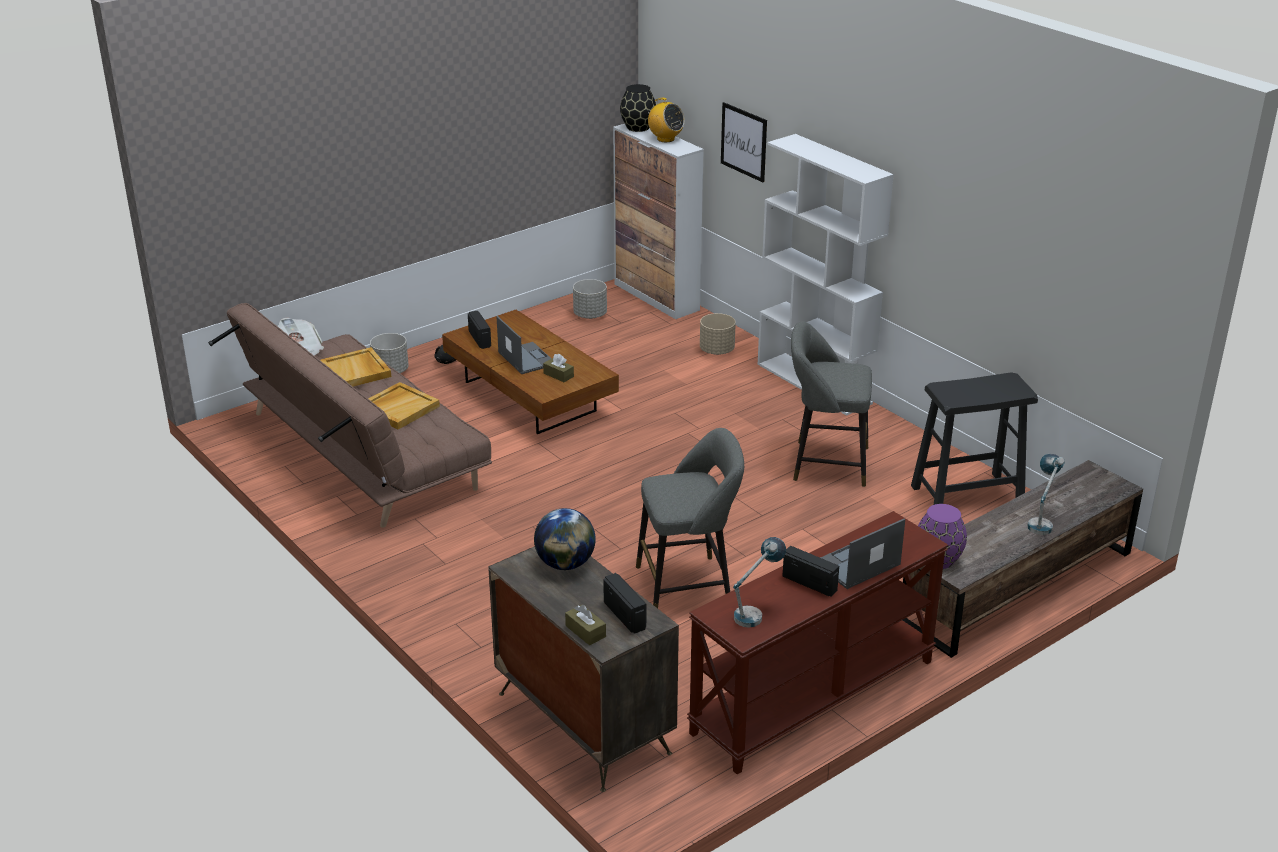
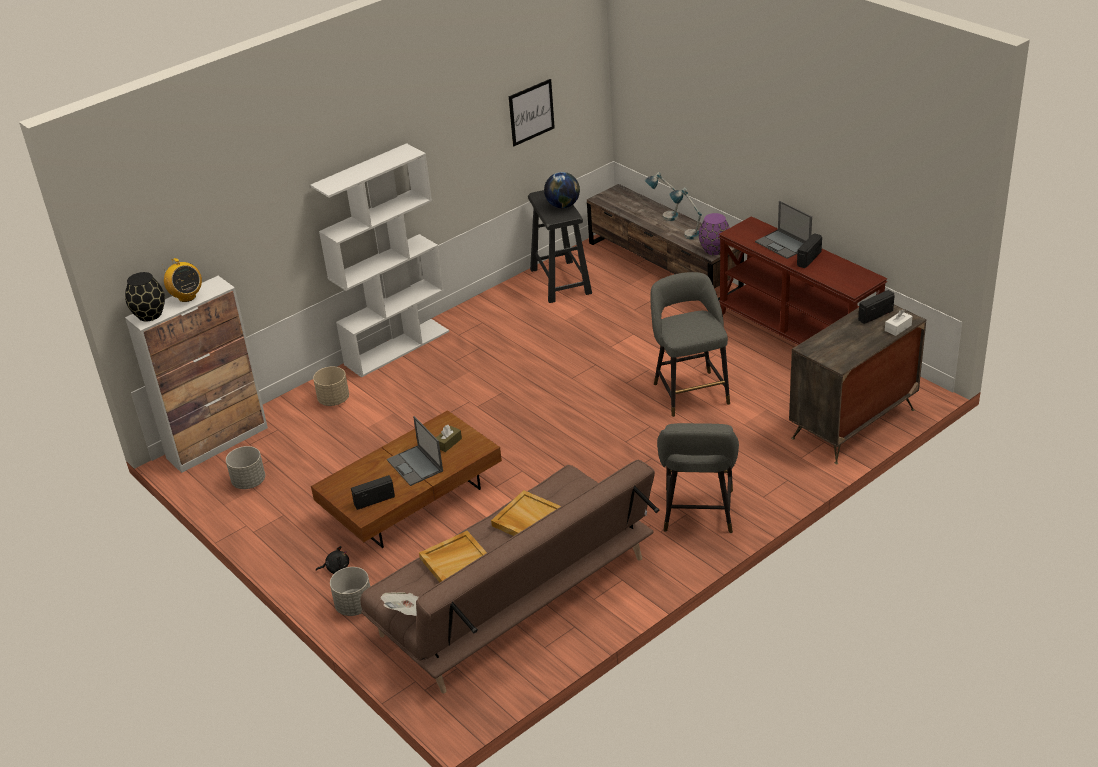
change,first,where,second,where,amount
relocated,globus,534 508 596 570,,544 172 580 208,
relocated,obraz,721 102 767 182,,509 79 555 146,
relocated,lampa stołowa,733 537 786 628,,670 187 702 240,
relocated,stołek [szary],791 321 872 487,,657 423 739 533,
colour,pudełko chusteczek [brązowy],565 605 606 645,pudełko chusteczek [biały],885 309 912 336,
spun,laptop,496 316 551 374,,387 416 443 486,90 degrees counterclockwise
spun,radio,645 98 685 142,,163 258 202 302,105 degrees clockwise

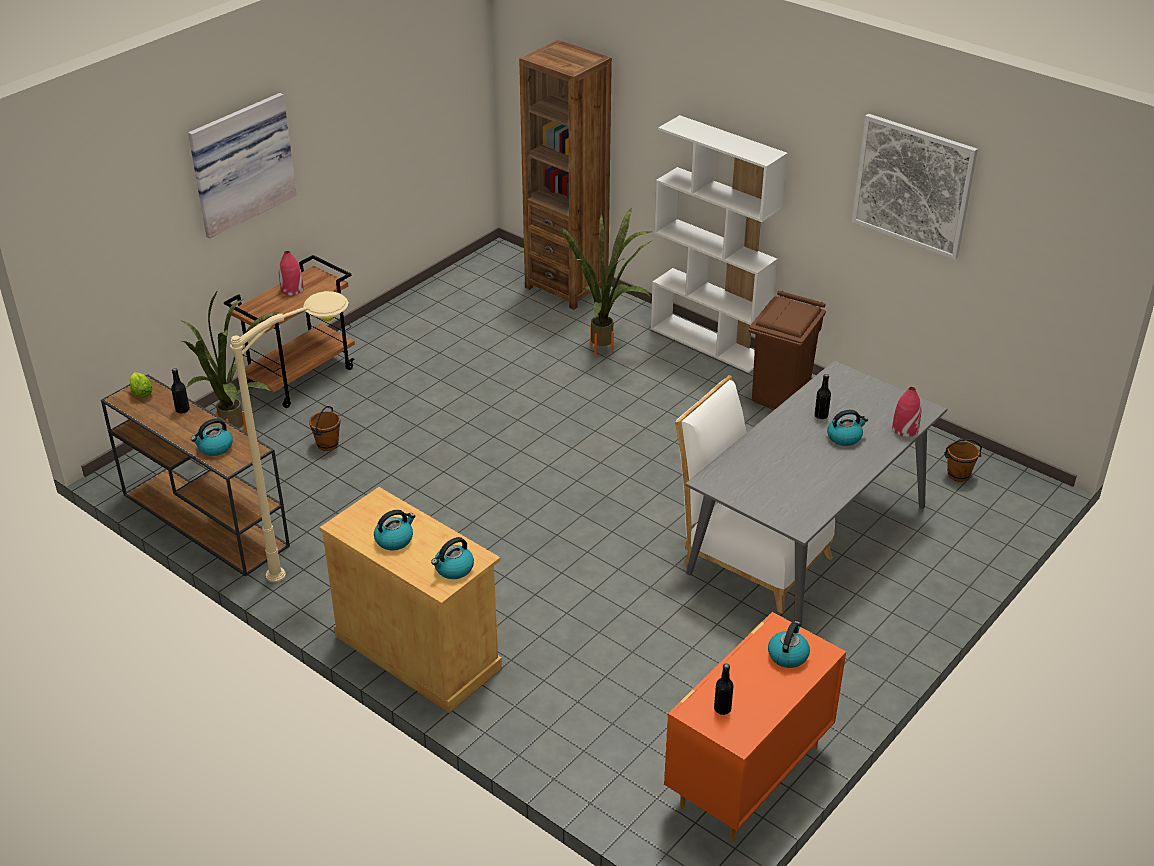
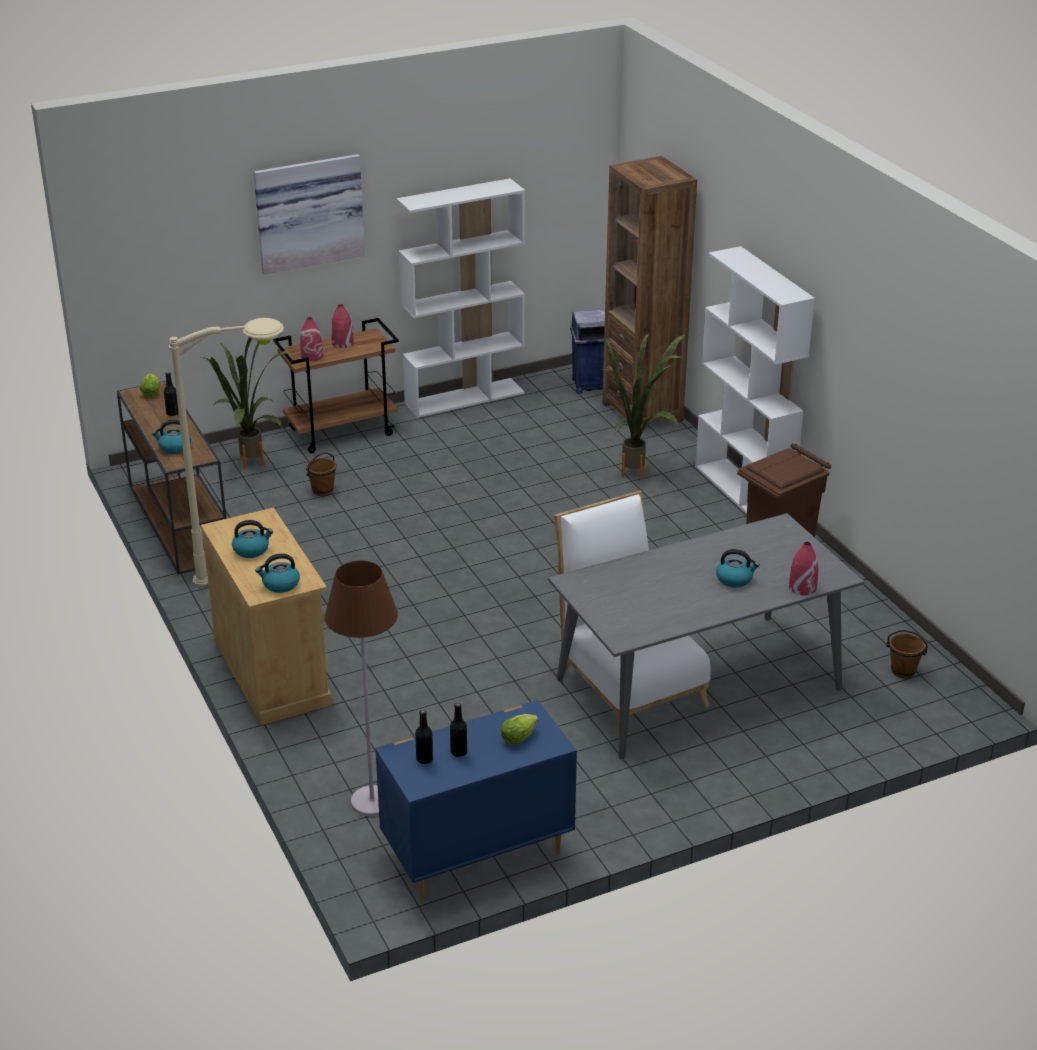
change,first,where,second,where,amount
missing,obraz,852 114 978 260,,,
appeared,,,wazon [czerwony],300 317 323 362,
appeared,,,lampa stojąca [brązowy],325 560 398 817,
appeared,,,regał [biały],396 178 525 418,
appeared,,,kosz na śmieci [niebieski],570 310 605 394,
relocated,butelka [czarny],814 374 831 419,,450 703 467 757,
exchanged,czajnik,768 621 810 668,sałata,500 714 538 744,
colour,komoda [pomarańczowy],664 612 846 841,komoda [niebieski],375 700 577 900,

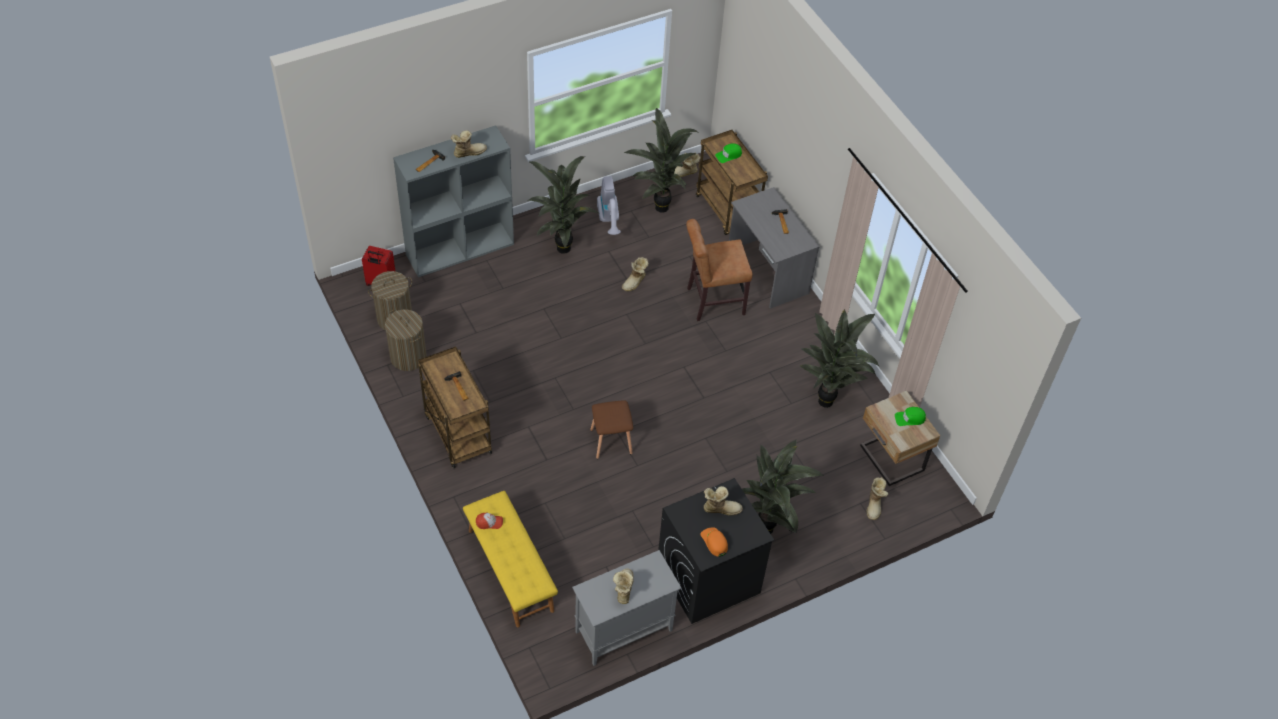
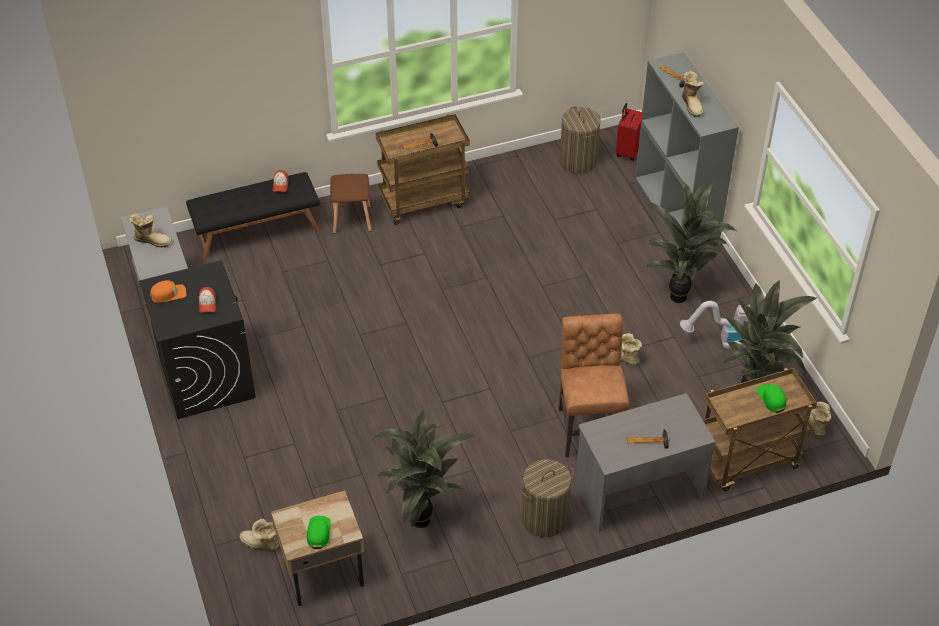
change,first,where,second,where,amount
missing,roślina doniczkowa,742 439 824 534,,,
relocated,kosz na pranie,385 309 427 371,,521 459 574 537,
relocated,stołek [brązowy],590 400 633 459,,330 174 371 234,
exchanged,but z cholewką,704 486 743 516,czapka z daszkiem,199 287 216 313,
colour,ławka [żółty],463 491 558 628,ławka [czarny],186 172 320 260,

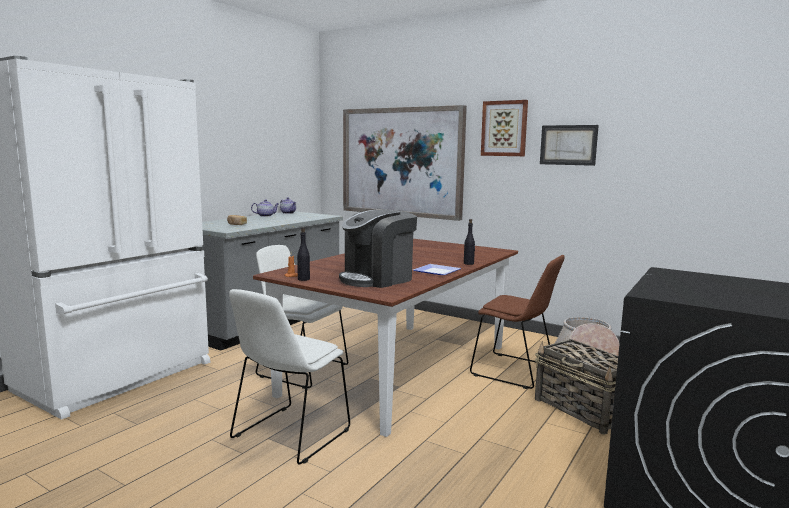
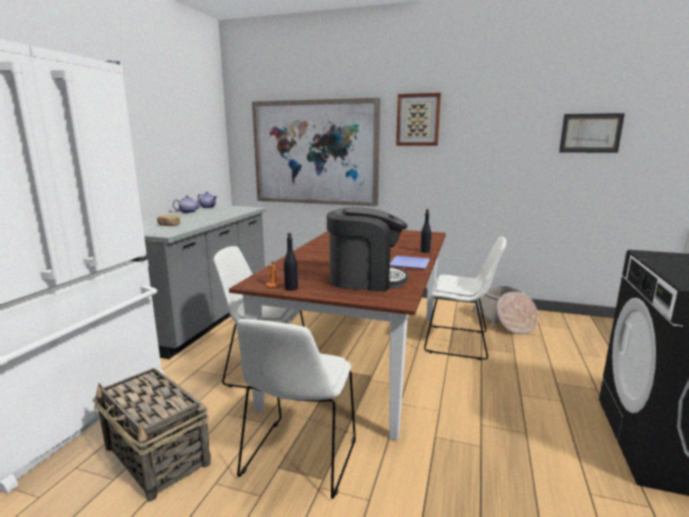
change,first,where,second,where,amount
relocated,koszyk,535 339 618 434,,92 368 211 502,
relocated,obraz,540 125 599 166,,559 113 625 153,
colour,krzesło [brązowy],470 255 565 389,krzesło [biały],424 237 506 360,
spun,ekspres do kawy,339 209 417 288,,327 207 408 291,120 degrees counterclockwise

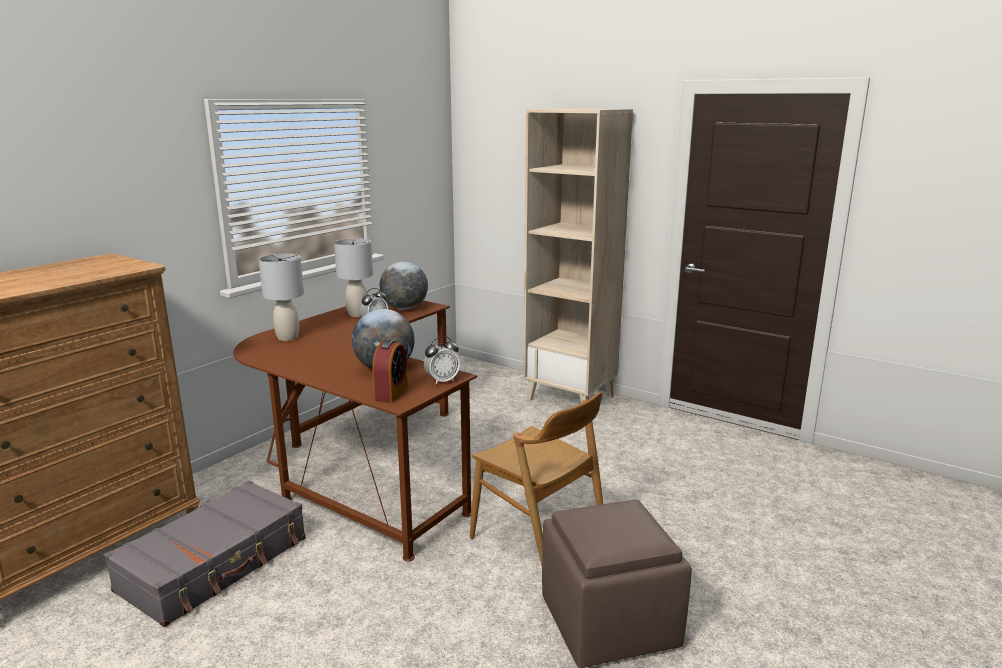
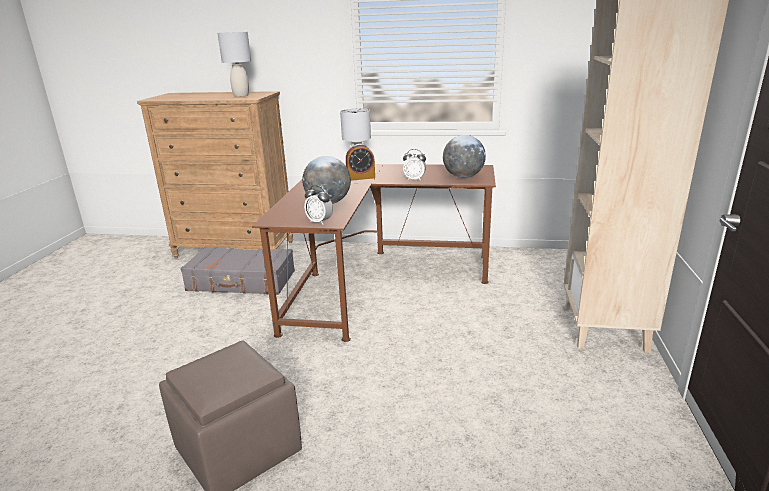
change,first,where,second,where,amount
missing,krzesło [brązowy],470 392 603 566,,,
relocated,lampa stołowa [szary],334 238 373 317,,218 32 251 97,
relocated,budzik,372 340 408 403,,346 144 375 181,

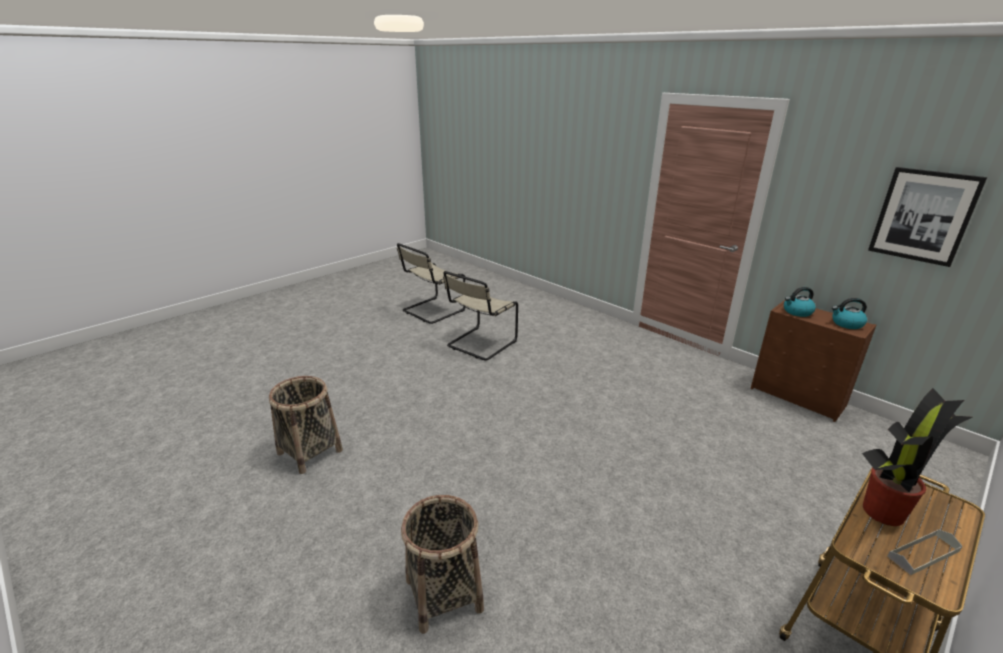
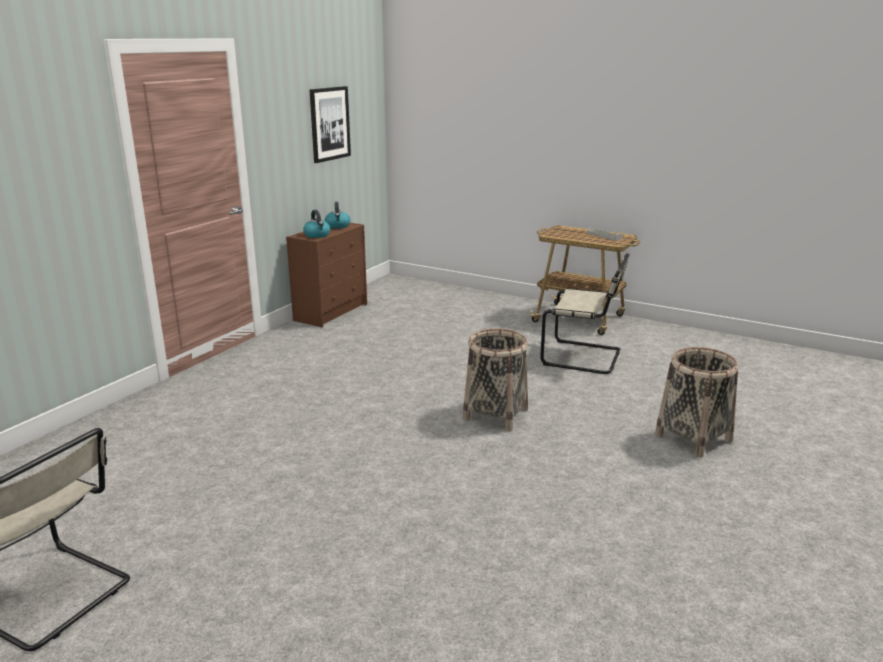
change,first,where,second,where,amount
missing,roślina doniczkowa,862 388 973 526,,,
relocated,koszyk,269 376 343 474,,463 329 528 431,
relocated,krzesło [beżowy],443 271 518 360,,540 253 629 374,

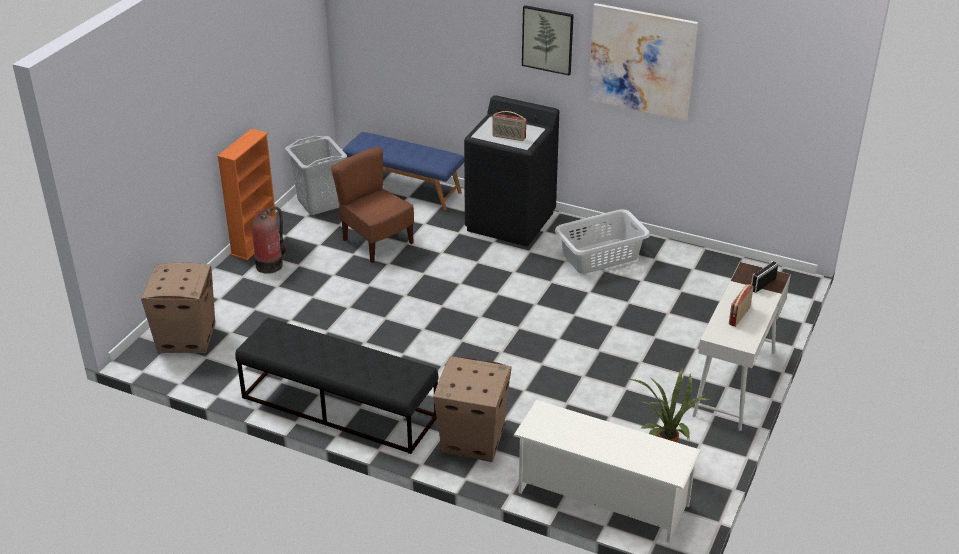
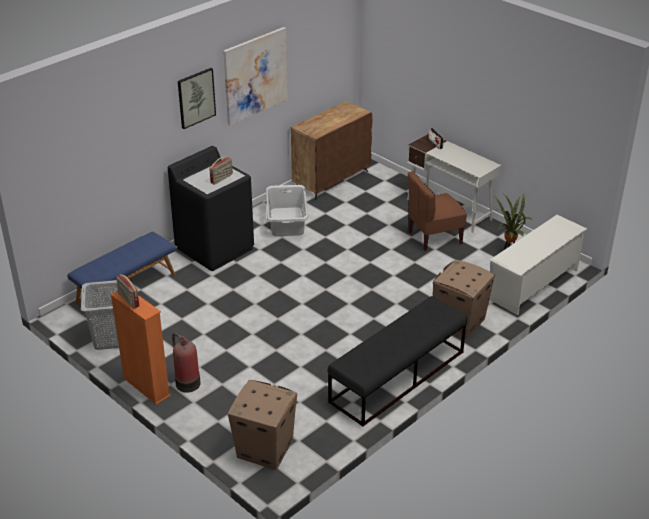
change,first,where,second,where,amount
appeared,,,szafka [brązowy],291 101 372 200,
relocated,krzesło [brązowy],331 147 414 263,,408 171 466 251,
relocated,radio,729 284 754 327,,116 274 140 308,

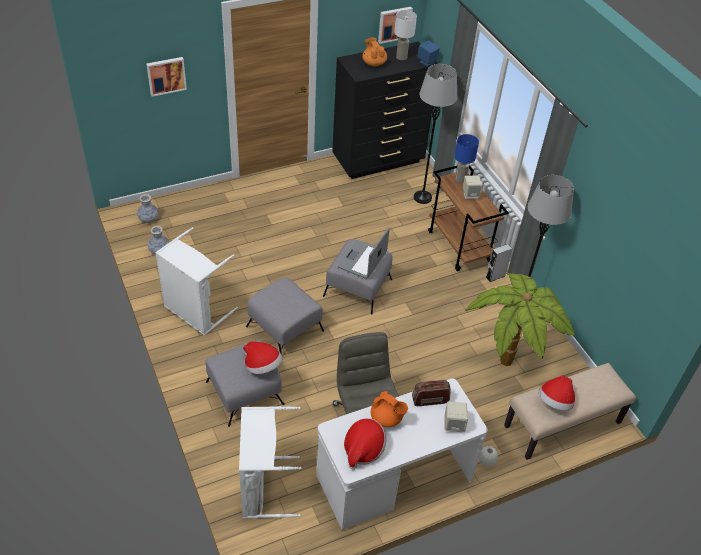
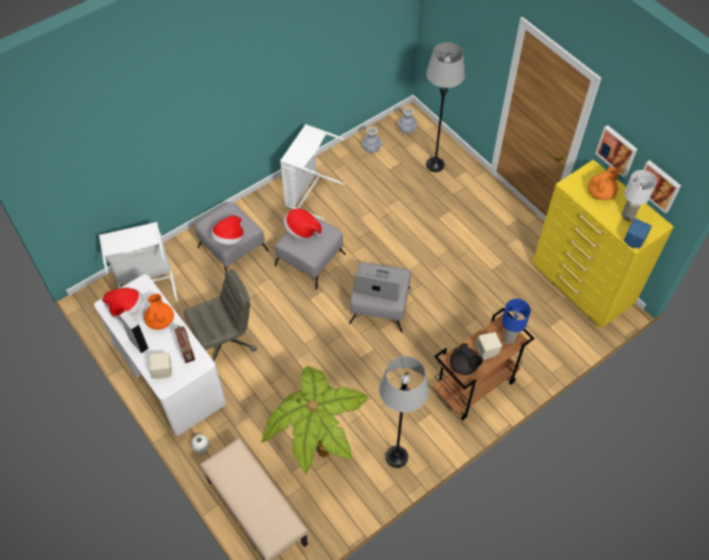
change,first,where,second,where,amount
appeared,,,imbryk [czarny],450 343 483 375,
relocated,obraz,147 57 187 97,,595 125 637 177,
relocated,lampa stojąca [szary],414 64 457 204,,426 42 465 172,
relocated,głośnik [szary],486 244 512 282,,119 310 149 353,
relocated,kapelusz,538 375 575 411,,284 209 322 240,
colour,komoda [czarny],332 42 438 179,komoda [żółty],532 160 674 328,
spun,imbryk [pomarańczowy],371 391 408 427,,144 294 174 330,150 degrees clockwise

